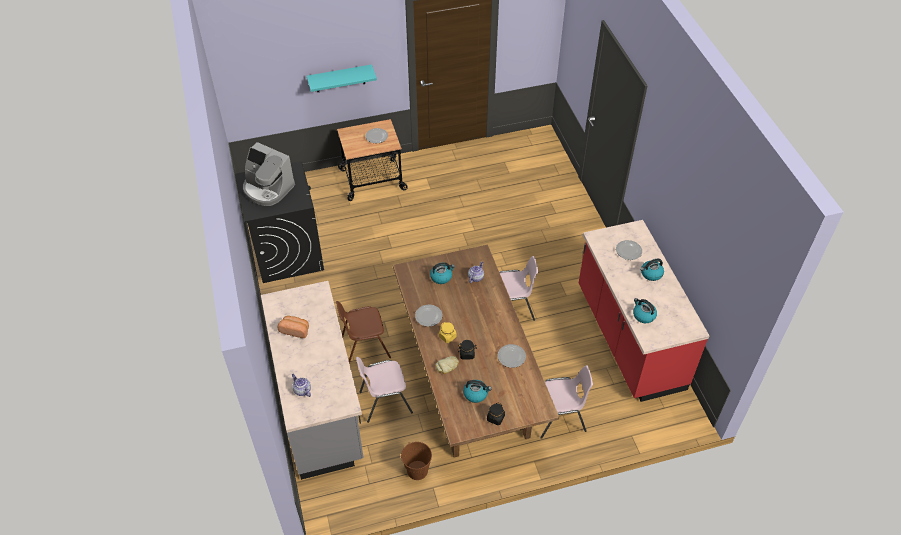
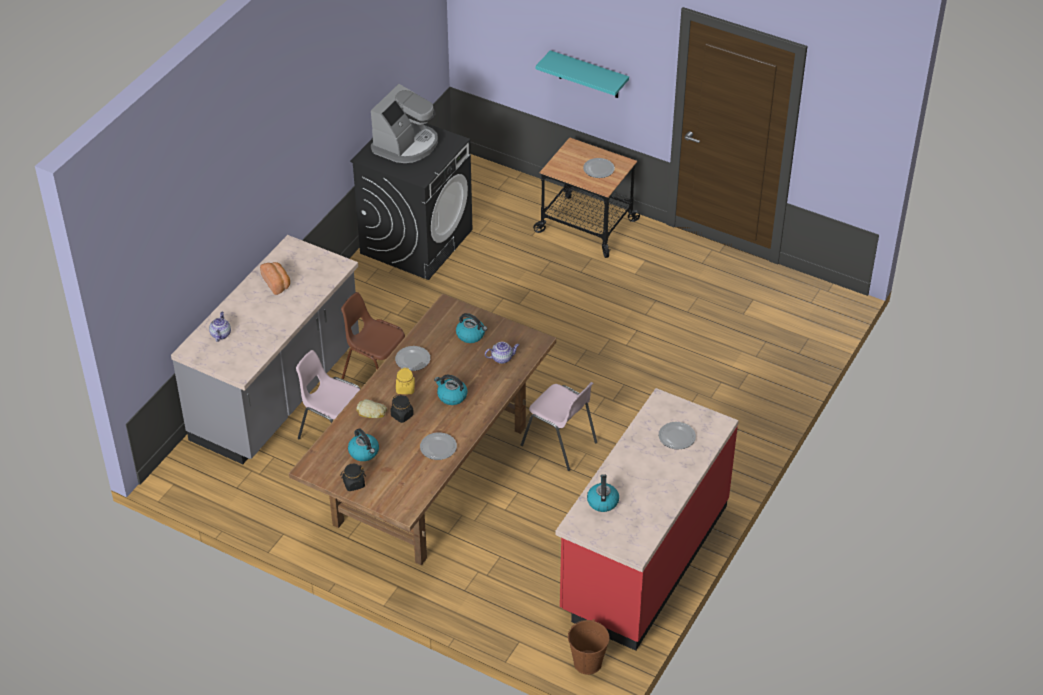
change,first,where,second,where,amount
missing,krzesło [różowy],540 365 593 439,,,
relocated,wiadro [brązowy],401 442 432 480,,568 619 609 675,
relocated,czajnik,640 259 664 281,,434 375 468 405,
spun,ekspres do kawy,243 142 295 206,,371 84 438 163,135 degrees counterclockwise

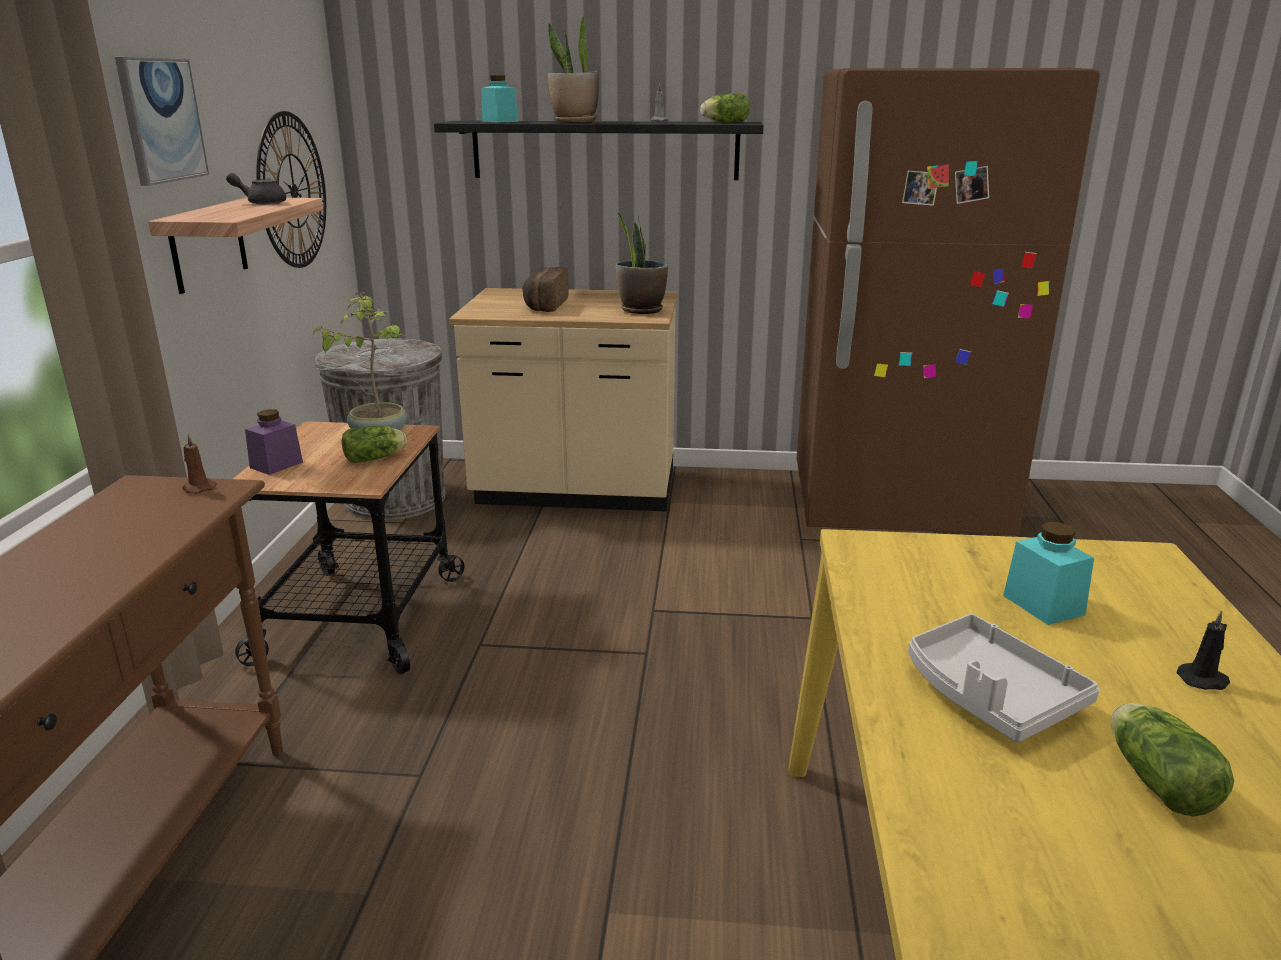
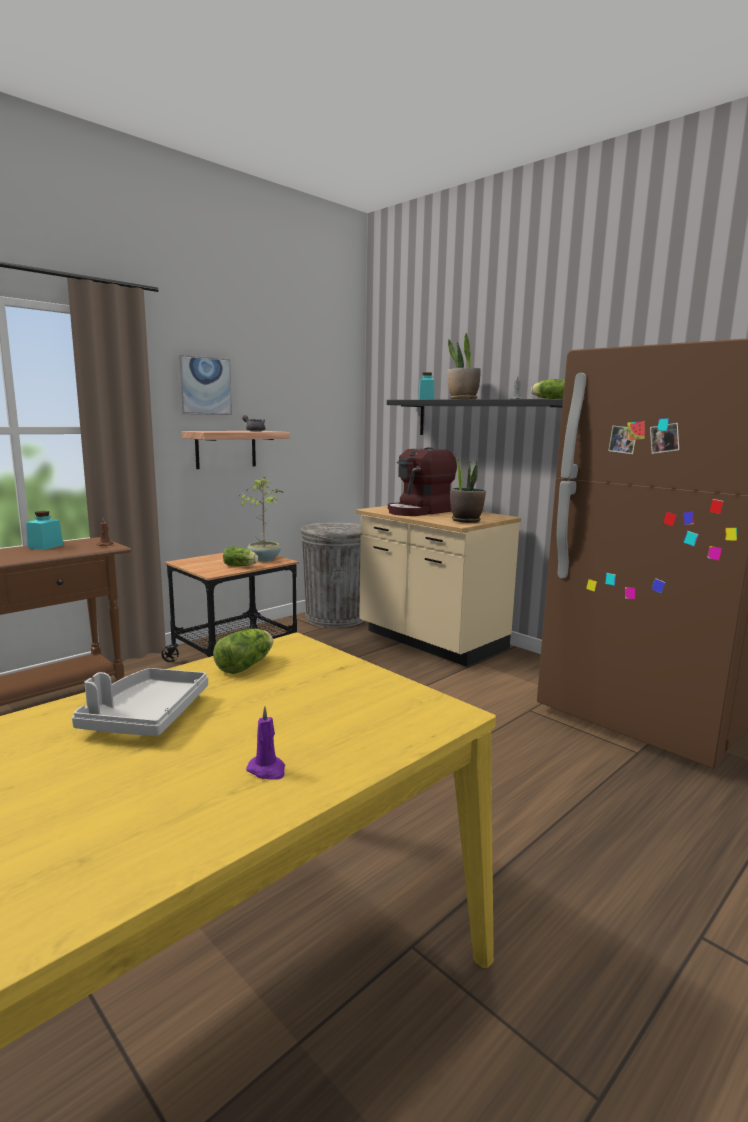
change,first,where,second,where,amount
missing,słoik [fioletowy],245 409 303 475,,,
missing,zegar ścienny,256 111 326 268,,,
relocated,słoik [turkusowy],1003 522 1094 625,,26 511 63 550,
relocated,sałata,1111 703 1234 817,,213 629 273 674,
exchanged,chleb,522 267 569 312,ekspres do kawy,388 447 457 516,
colour,świeca [czarny],1177 611 1230 690,świeca [fioletowy],246 706 285 780,

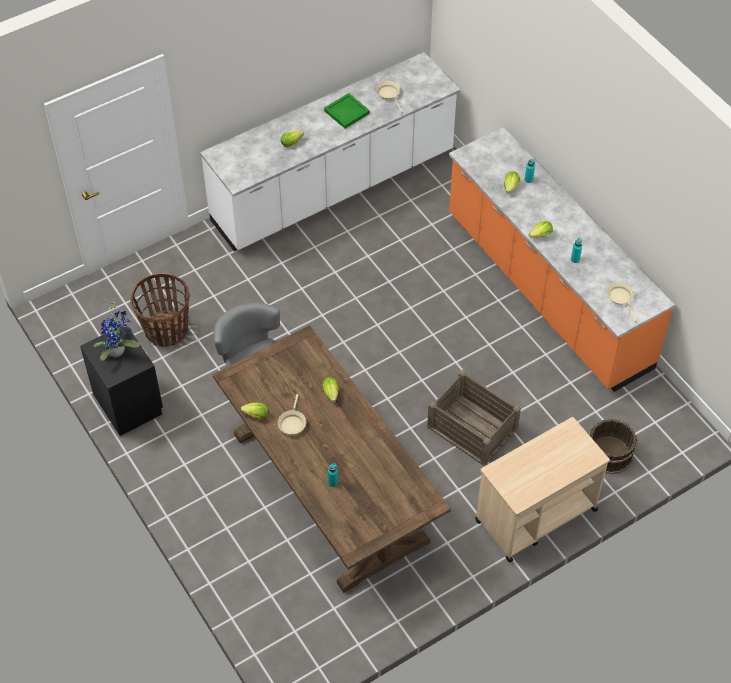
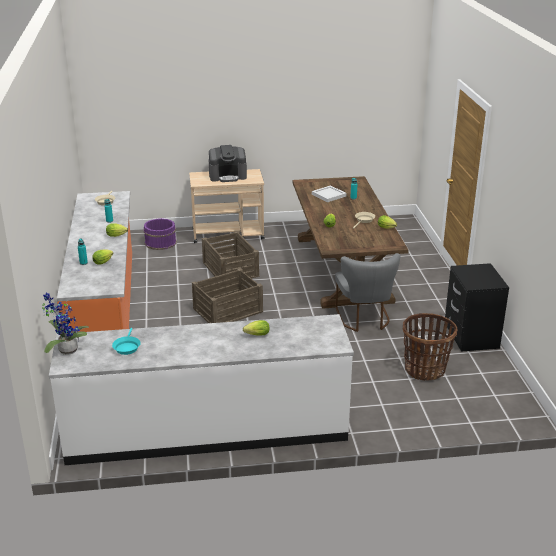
change,first,where,second,where,amount
missing,taca [zielony],324 93 370 129,,,
appeared,,,skrzynka,192 268 263 323,
appeared,,,ekspres do kawy,209 145 247 182,
appeared,,,taca [biały],312 185 347 202,
relocated,roślina doniczkowa,93 298 140 361,,42 293 89 355,
colour,patelnia [beżowy],376 81 403 113,patelnia [turkusowy],112 328 141 355,
colour,wiadro [brązowy],589 419 637 474,wiadro [fioletowy],144 218 177 250,

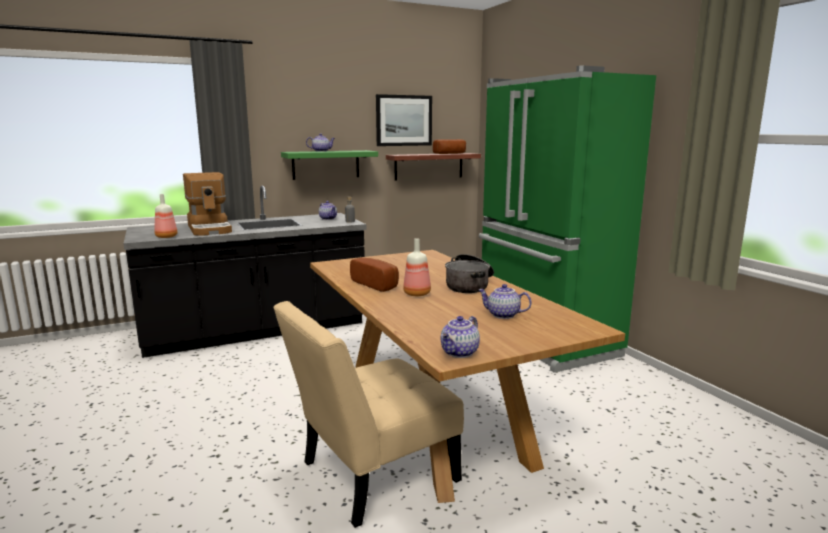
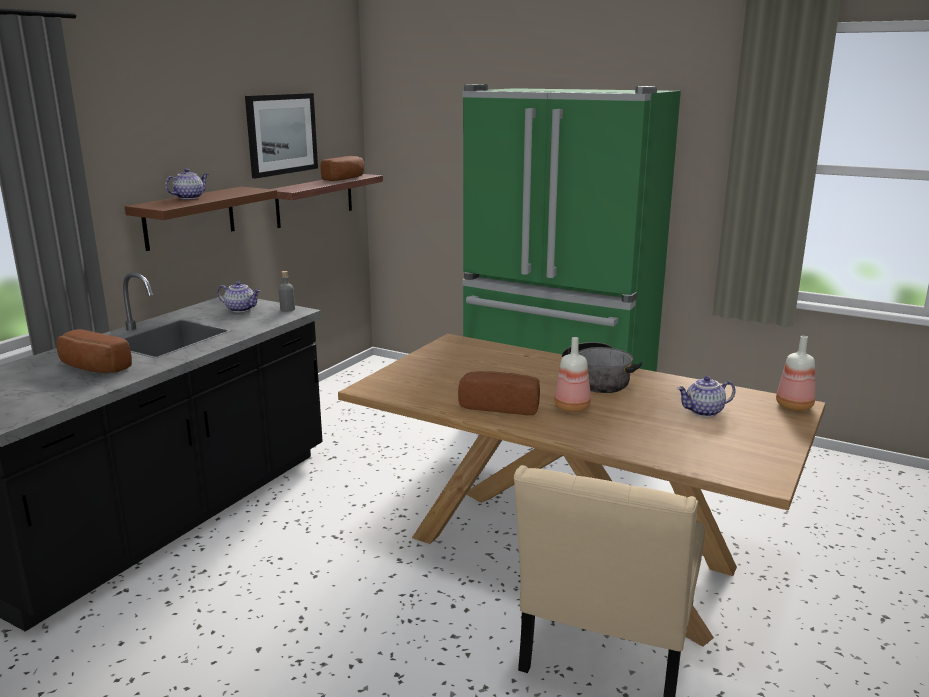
change,first,where,second,where,amount
missing,imbryk,441 316 480 358,,,
relocated,butelka,154 194 178 238,,776 336 815 411,
exchanged,ekspres do kawy,183 172 232 236,chleb,57 329 132 373,
colour,półka [zielony],281 150 378 180,półka [brązowy],125 187 278 251,

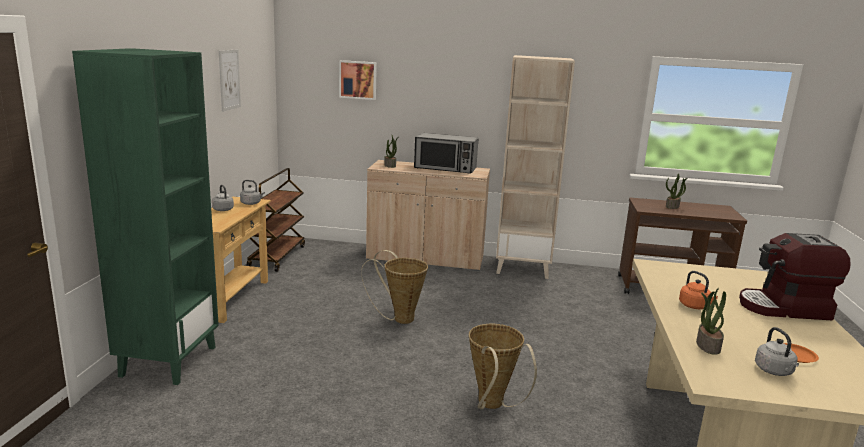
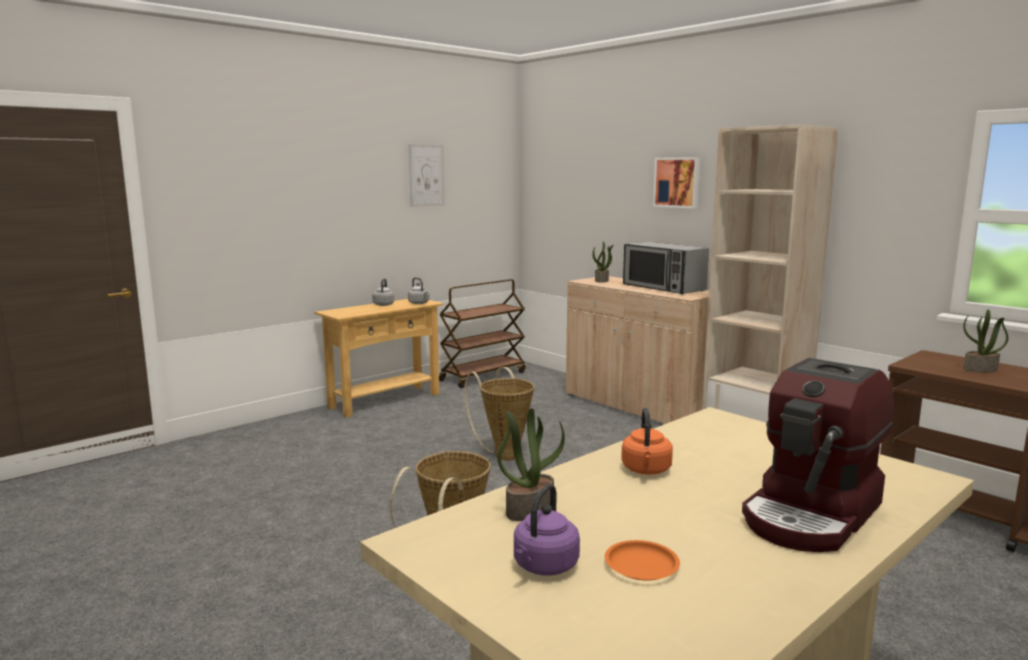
change,first,where,second,where,amount
missing,regał [zielony],72 48 219 385,,,
relocated,obraz,339 60 377 100,,653 157 700 209,
colour,czajnik [szary],755 327 799 376,czajnik [fioletowy],514 484 580 575,
spun,ekspres do kawy,739 233 850 320,,742 358 894 552,90 degrees counterclockwise

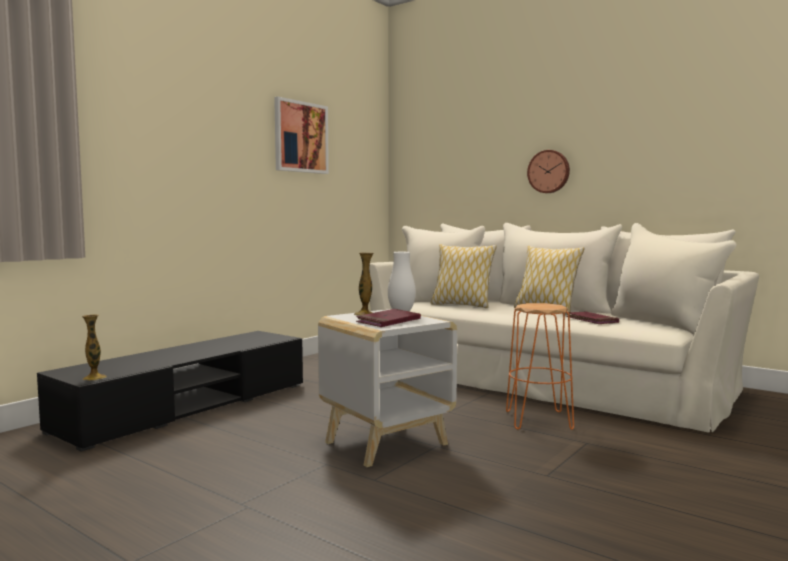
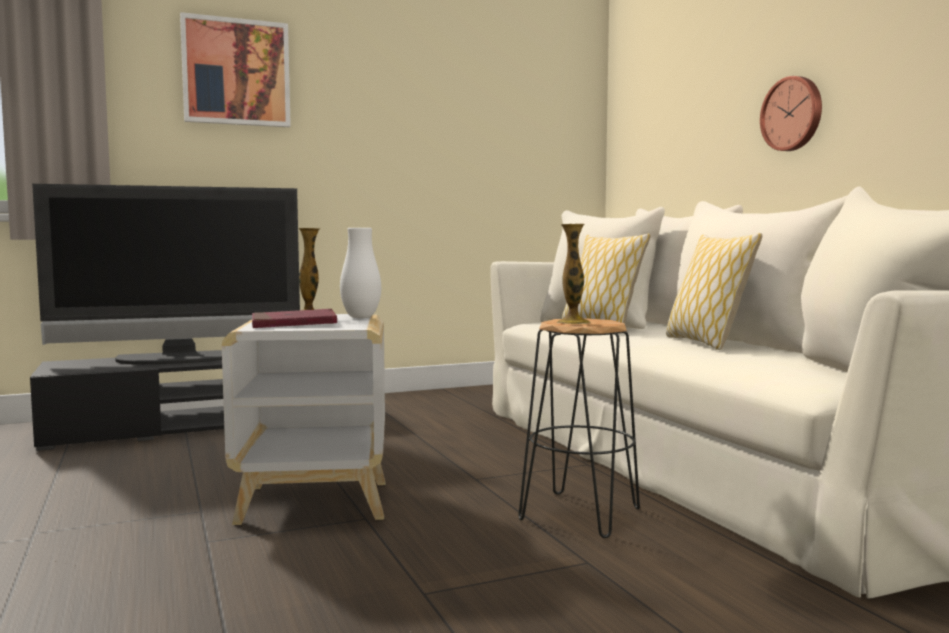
change,first,where,second,where,amount
missing,książka [czerwony],566 311 619 324,,,
appeared,,,telewizor,32 184 300 364,
relocated,wazon,82 314 107 380,,556 224 591 324,
relocated,obraz,274 97 329 174,,180 12 291 127,
colour,stołek [pomarańczowy],506 303 574 430,stołek [czarny],519 318 640 538,

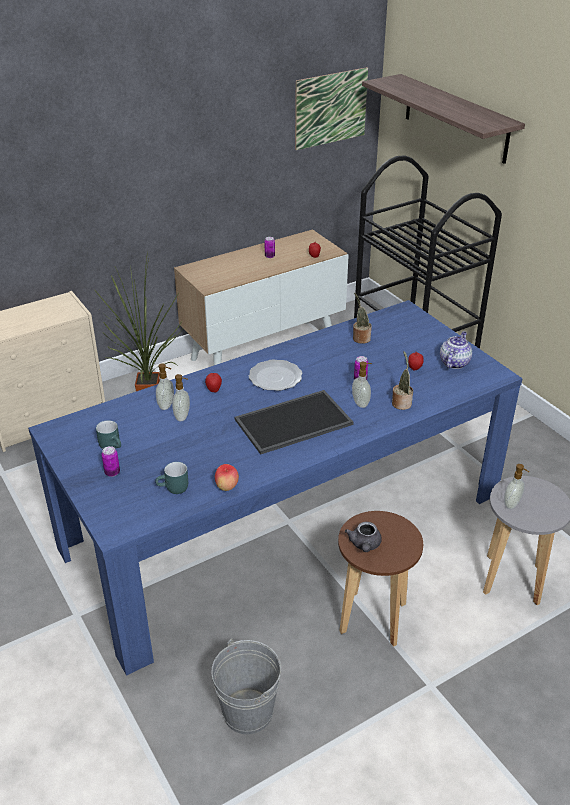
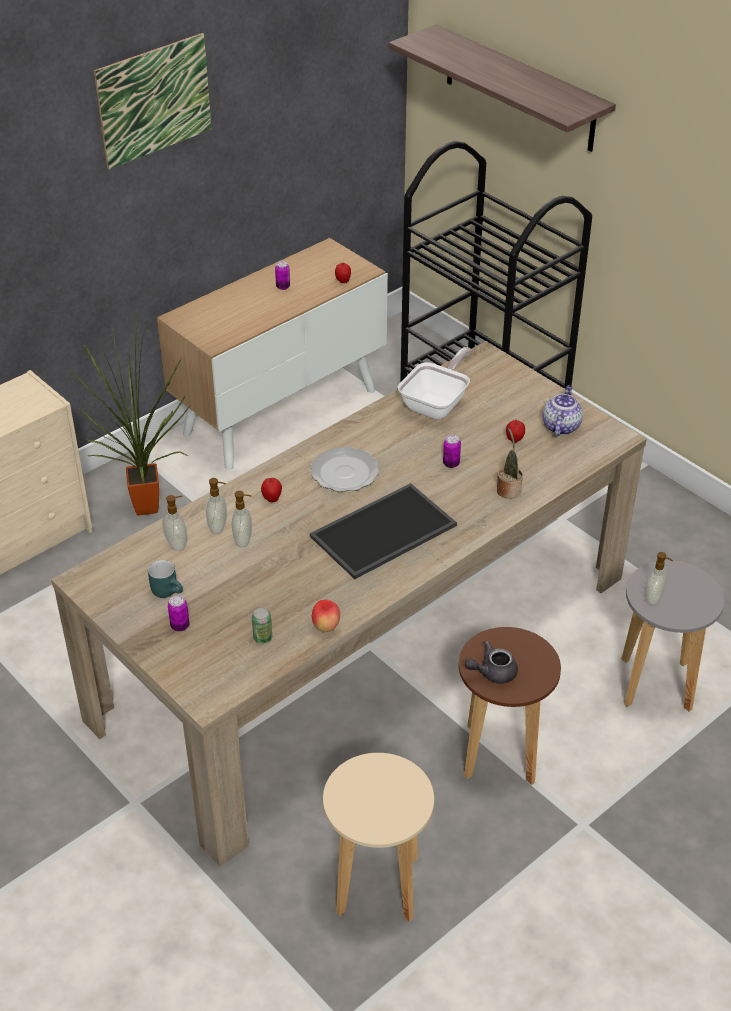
change,first,where,second,where,amount
relocated,obraz,295 67 368 150,,94 33 212 169,
relocated,dozownik mydła,352 362 372 408,,162 495 187 551,
exchanged,kubek [turkusowy],156 462 188 494,puszka,252 607 272 644,
exchanged,wiadro [szary],211 638 281 734,stołek [beżowy],323 753 434 922,
exchanged,roślina doniczkowa,353 293 372 344,patelnia,398 347 472 419,
colour,stół jadalny [niebieski],28 300 523 676,stół jadalny [beżowy],51 341 647 867,
spun,imbryk [szary],345 522 382 552,,465 641 518 684,75 degrees clockwise

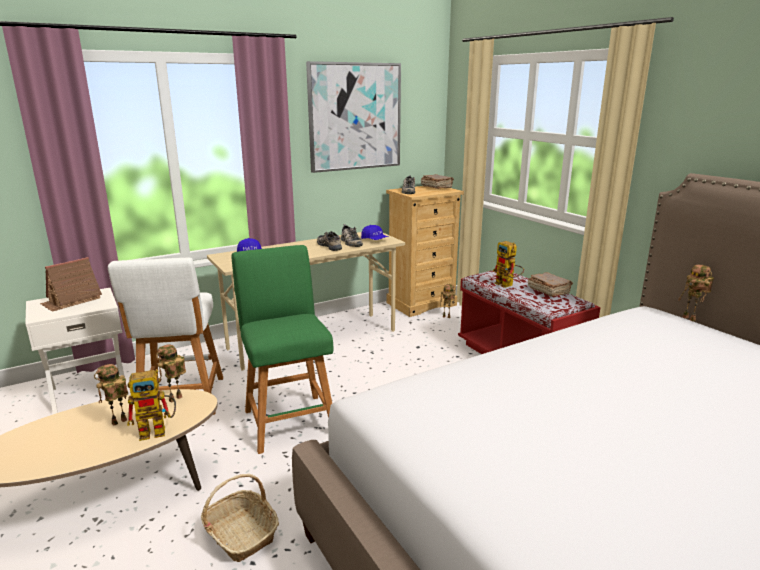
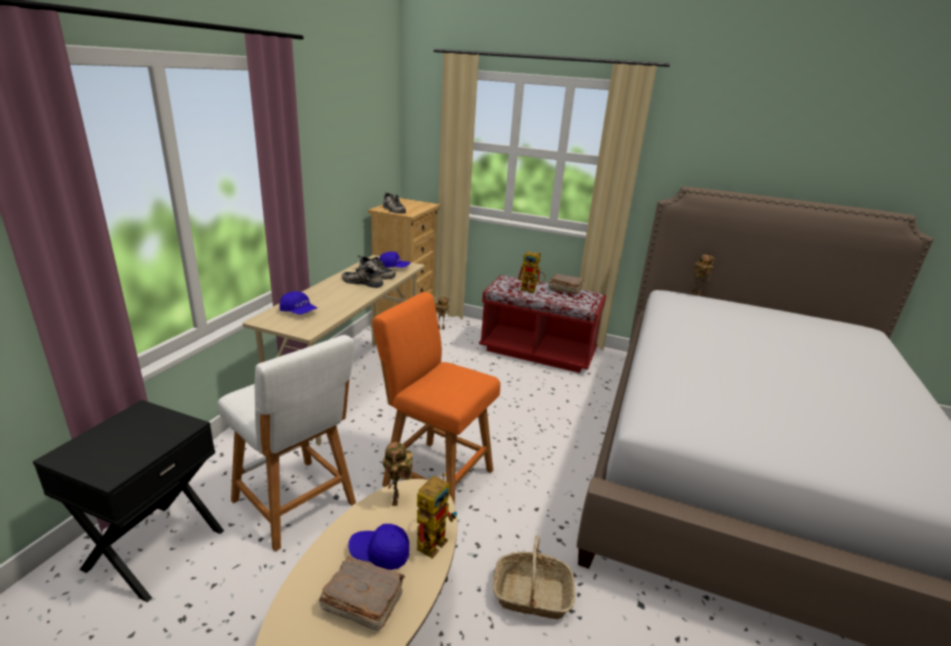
change,first,where,second,where,amount
missing,domek,40 257 102 312,,,
missing,obraz,306 61 401 173,,,
relocated,książka [brązowy],421 174 454 189,,319 556 405 630,
exchanged,robot zabawkowy,94 364 128 426,czapka z daszkiem [niebieski],348 524 409 570,
colour,szafka nocna [biały],25 288 129 414,szafka nocna [czarny],33 400 224 602,
colour,stołek [zielony],231 245 333 454,stołek [pomarańczowy],373 292 500 505,

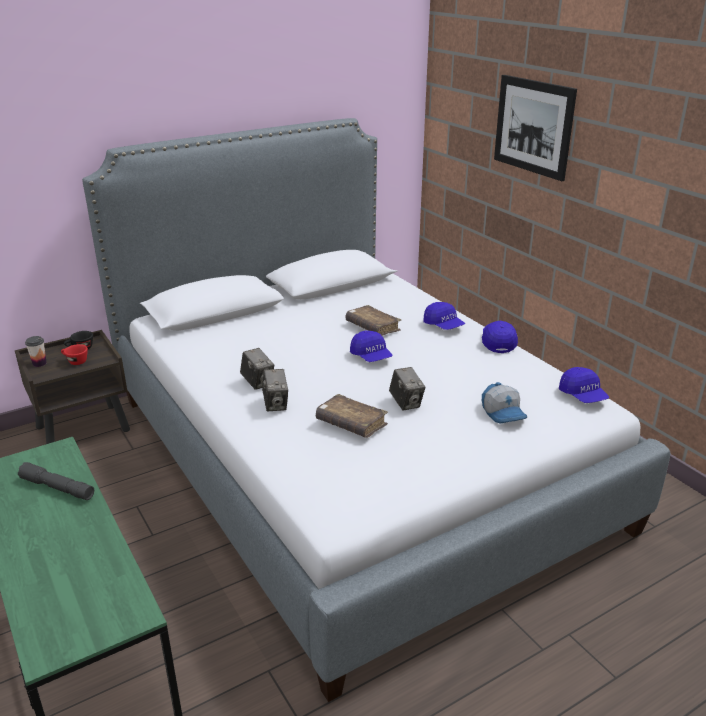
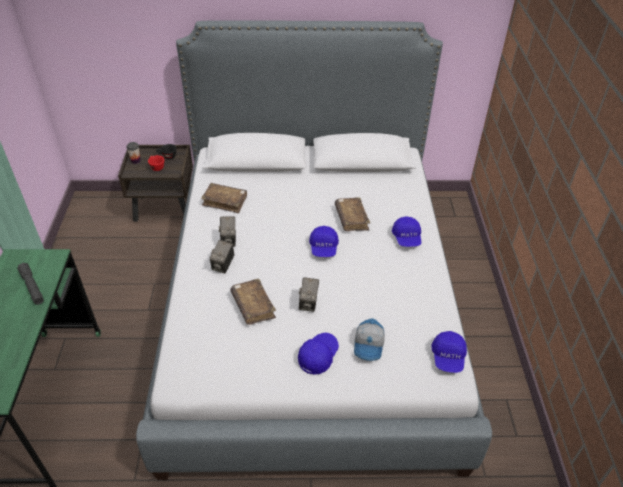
change,first,where,second,where,amount
missing,obraz,494 75 577 181,,,
appeared,,,książka [brązowy],201 183 247 213,
relocated,czapka z daszkiem [niebieski],482 321 518 353,,298 333 339 375,

